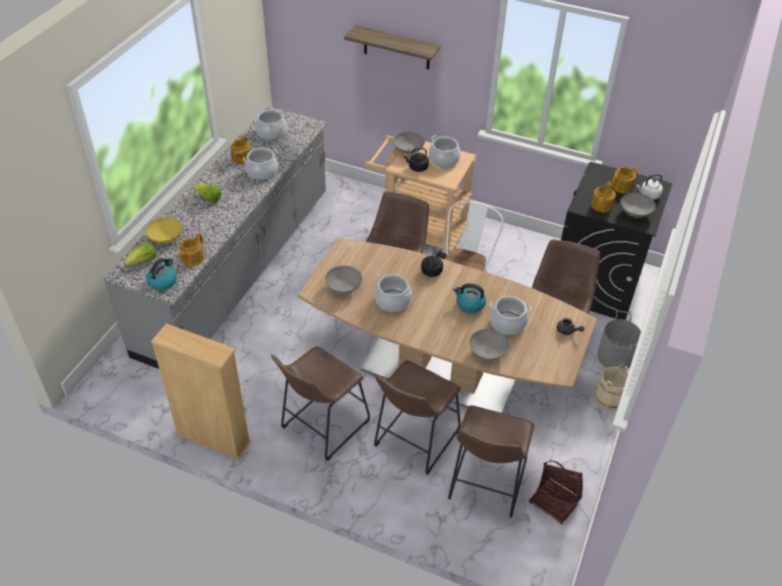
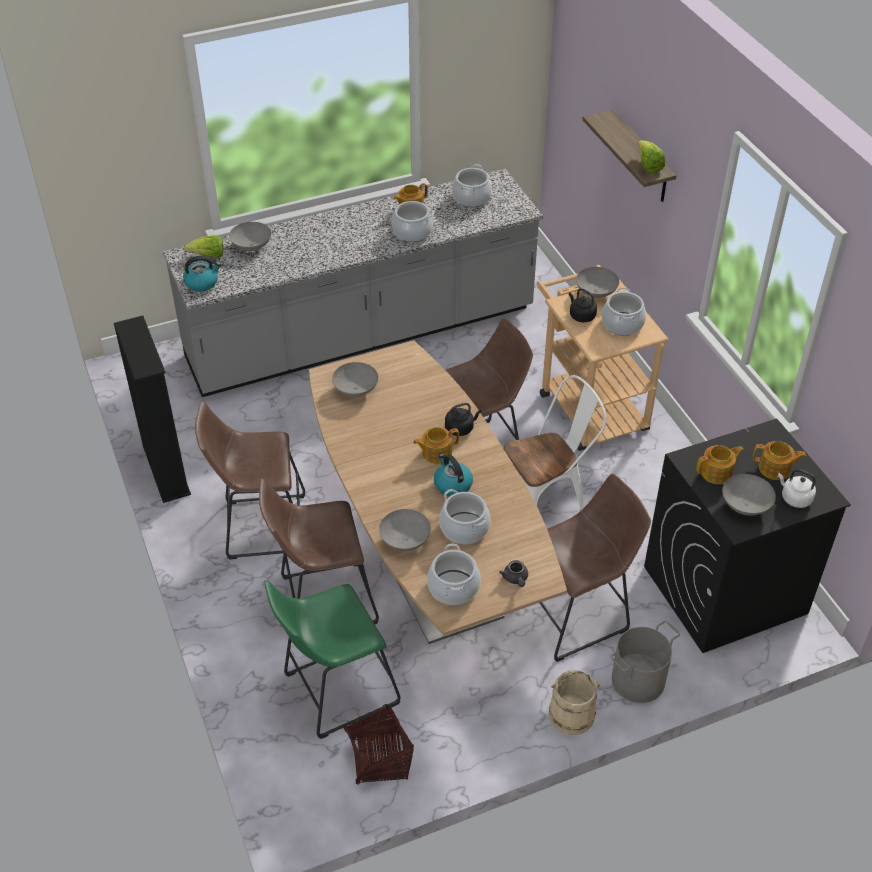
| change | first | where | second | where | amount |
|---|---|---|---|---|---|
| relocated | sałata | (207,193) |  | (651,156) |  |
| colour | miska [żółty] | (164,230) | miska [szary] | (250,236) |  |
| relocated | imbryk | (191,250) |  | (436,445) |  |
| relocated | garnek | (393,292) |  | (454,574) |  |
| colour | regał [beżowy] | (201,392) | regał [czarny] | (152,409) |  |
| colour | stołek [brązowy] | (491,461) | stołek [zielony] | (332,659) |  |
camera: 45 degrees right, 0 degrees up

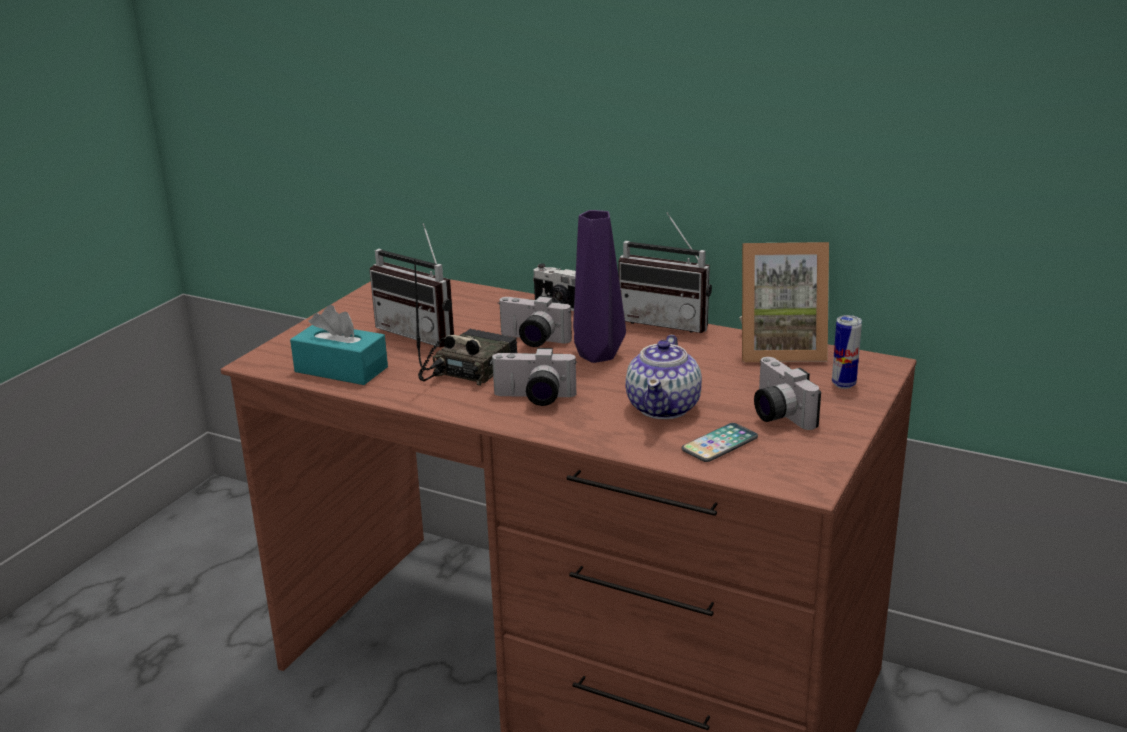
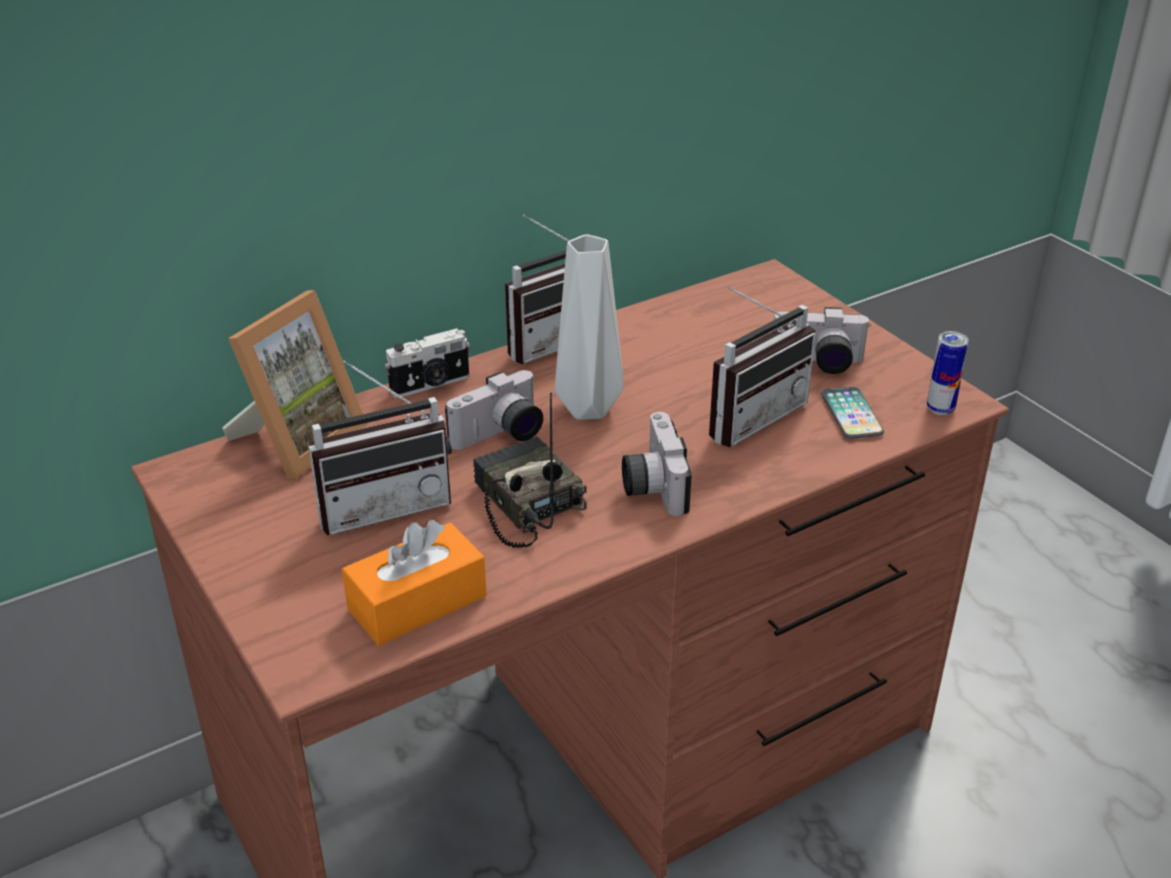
| change | first | where | second | where | amount |
|---|---|---|---|---|---|
| colour | wazon [fioletowy] | (599,286) | wazon [szary] | (589,327) |  |
| relocated | ramka na zdjęcie | (784,302) |  | (294,384) |  |
| colour | pudełko chusteczek [turkusowy] | (339,345) | pudełko chusteczek [pomarańczowy] | (414,583) |  |
| relocated | puszka | (847,352) |  | (948,373) |  |
| exchanged | imbryk | (663,377) | radio | (762,365) |  |
| spun | aparat fotograficzny | (534,377) |  | (657,464) | 135 degrees clockwise |
camera: 60 degrees left, 10 degrees up

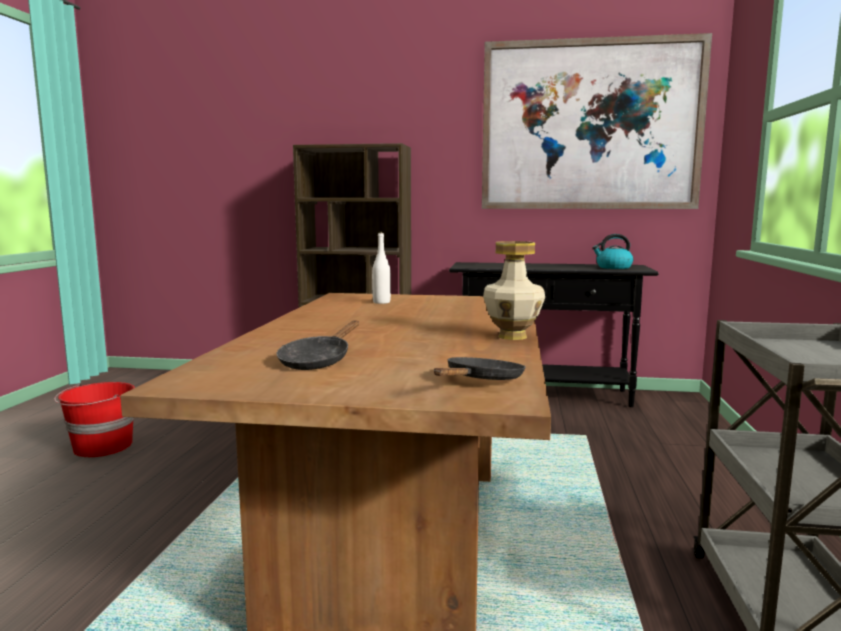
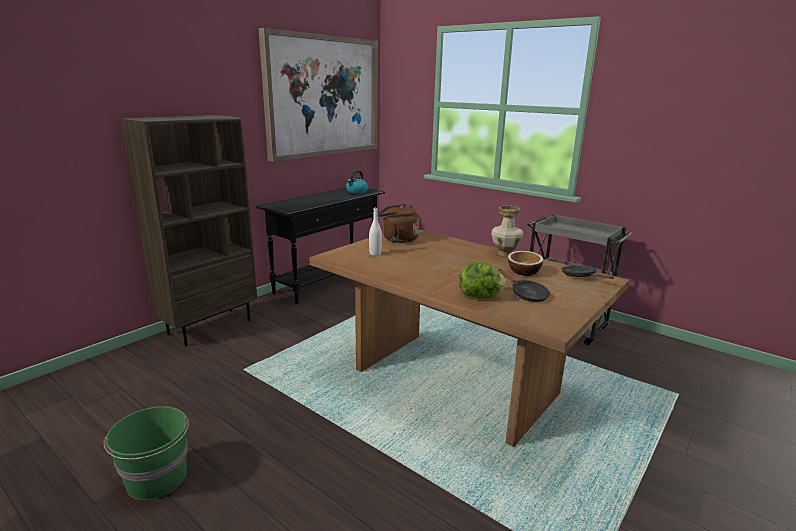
| change | first | where | second | where | amount |
|---|---|---|---|---|---|
| colour | wiadro [czerwony] | (94,419) | wiadro [zielony] | (146,453) |  |
| appeared |  |  | czajnik [brązowy] | (398,223) |  |
| appeared |  |  | miska | (525,263) |  |
| appeared |  |  | sałata | (482,280) |  |
camera: 60 degrees left, 10 degrees up

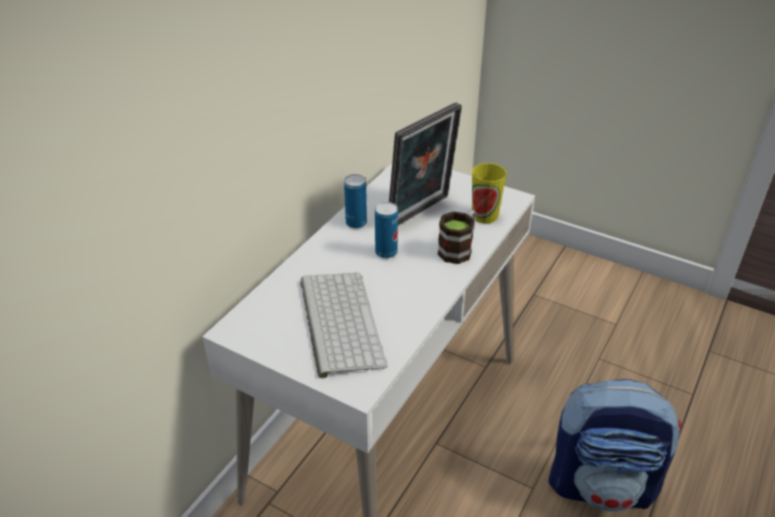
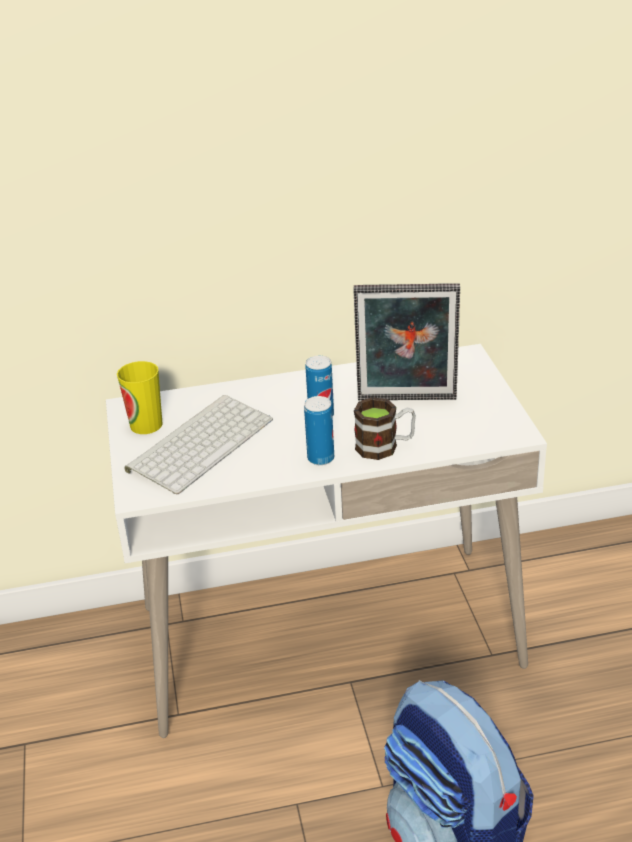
| change | first | where | second | where | amount |
|---|---|---|---|---|---|
| relocated | filiżanka | (489,193) |  | (140,397) |  |
| relocated | puszka | (355,201) |  | (319,430) |  |
camera: 50 degrees right, 5 degrees down

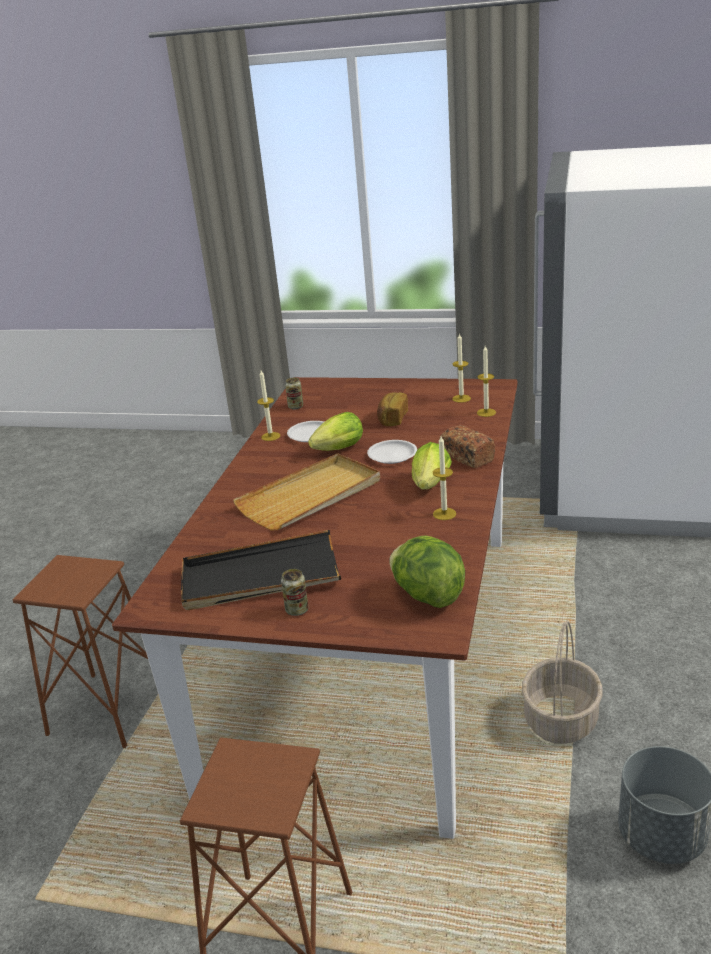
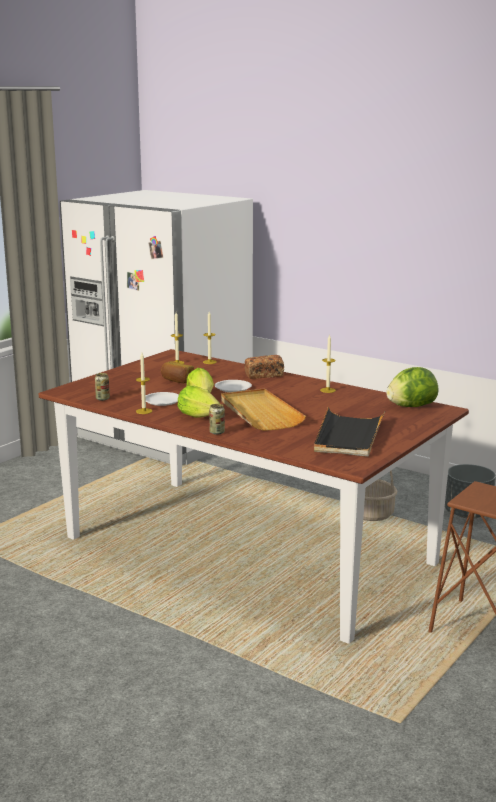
| change | first | where | second | where | amount |
|---|---|---|---|---|---|
| relocated | sałata | (432,466) |  | (199,402) |  |
| missing | stołek [brązowy] | (80,652) |  |  |  |
| relocated | puszka | (294,592) |  | (217,419) |  |
camera: 70 degrees left, 10 degrees down

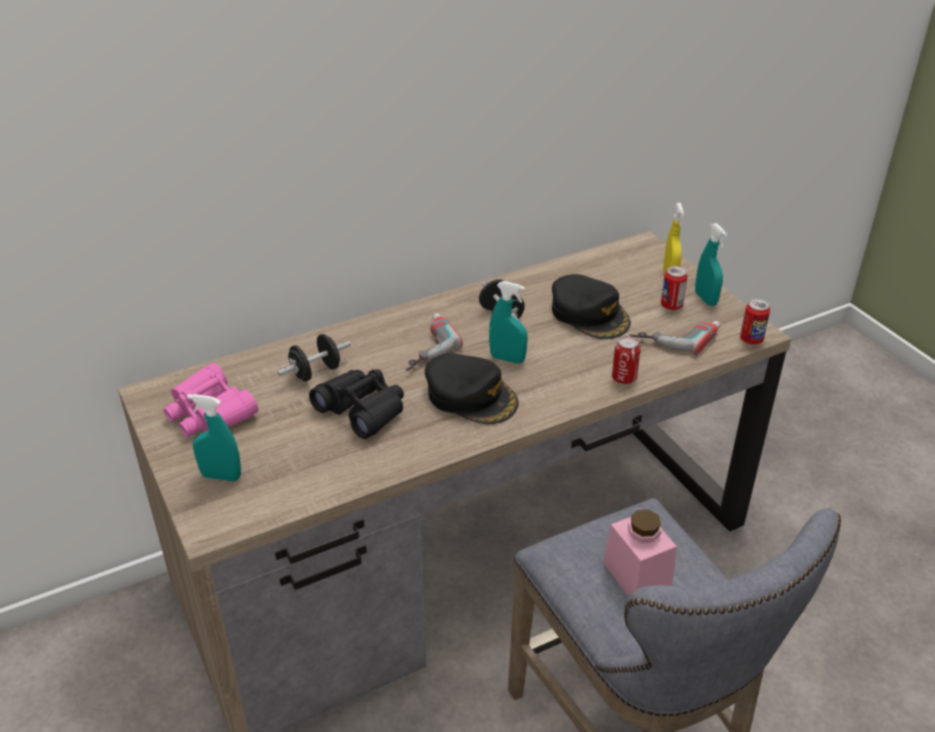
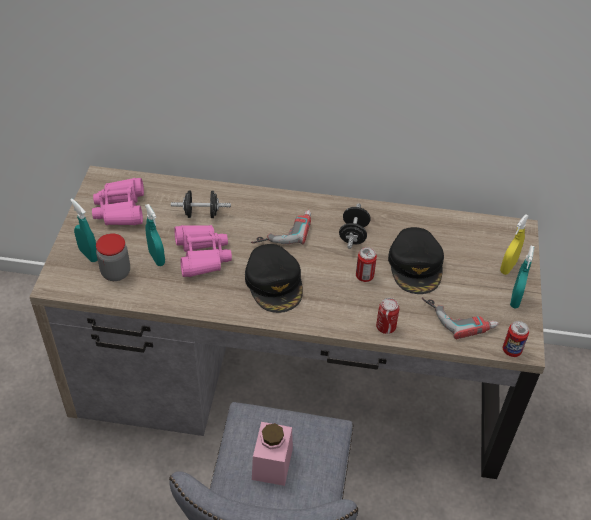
| change | first | where | second | where | amount |
|---|---|---|---|---|---|
| relocated | puszka | (674,288) |  | (366,264) |  |
| relocated | spryskiwacz [turkusowy] | (508,322) |  | (155,235) |  |
| colour | lornetka [czarny] | (356,404) | lornetka [różowy] | (203,251) |  |
| appeared |  |  | słoik | (113,257) |  |
camera: 35 degrees right, 10 degrees up

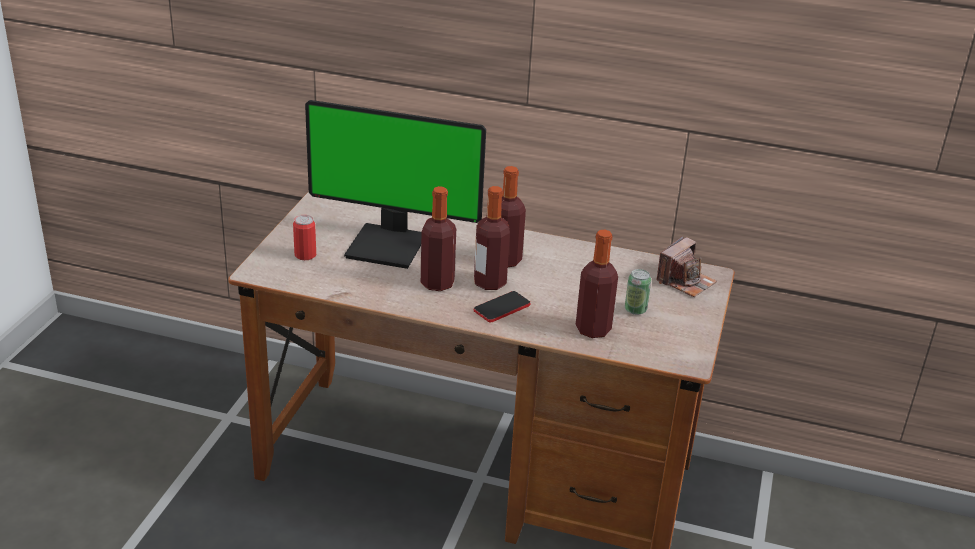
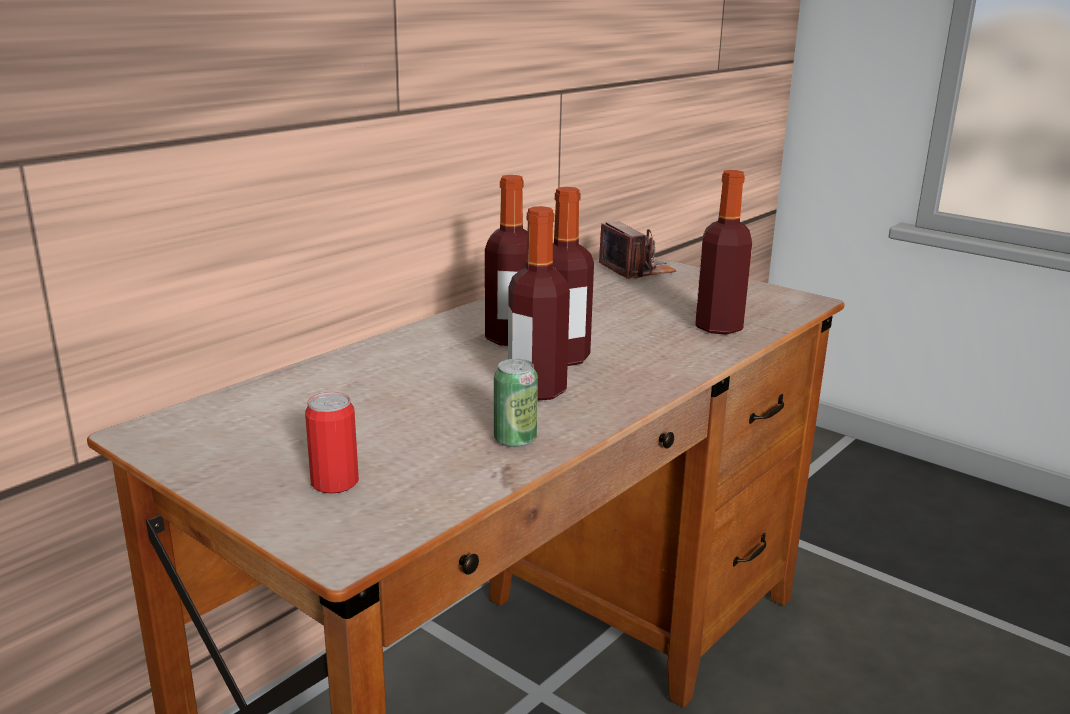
| change | first | where | second | where | amount |
|---|---|---|---|---|---|
| missing | monitor | (395,184) |  |  |  |
| relocated | puszka | (638,292) |  | (516,403) |  |
| missing | telefon | (502,307) |  |  |  |
camera: 65 degrees left, 10 degrees down

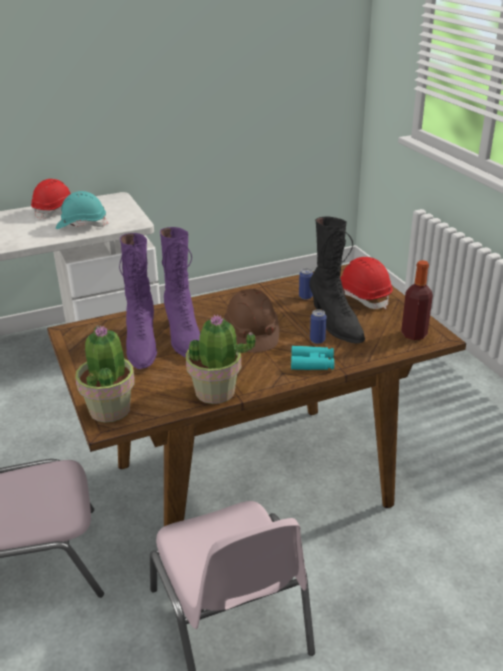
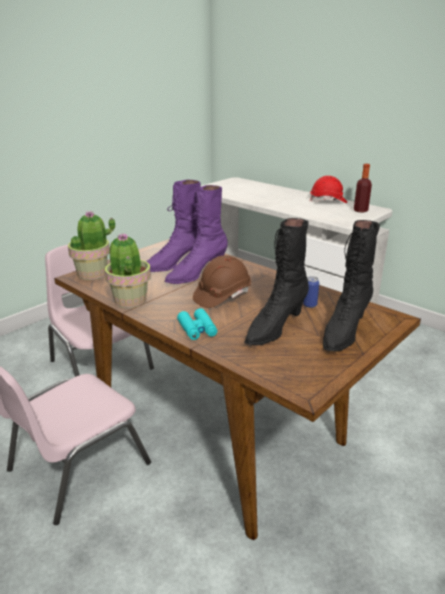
| change | first | where | second | where | amount |
|---|---|---|---|---|---|
| missing | kask [turkusowy] | (82,210) |  |  |  |
| exchanged | kask [czerwony] | (366,283) | but z cholewką [czarny] | (351,286) |  |
| relocated | butelka | (417,300) |  | (363,188) |  |
| missing | puszka | (318,327) |  |  |  |
camera: 65 degrees right, 5 degrees down

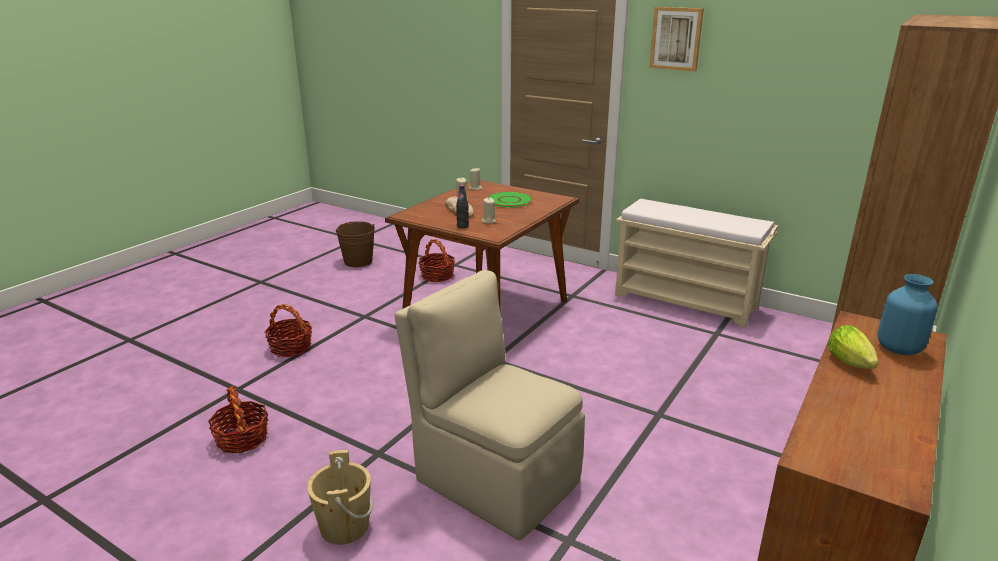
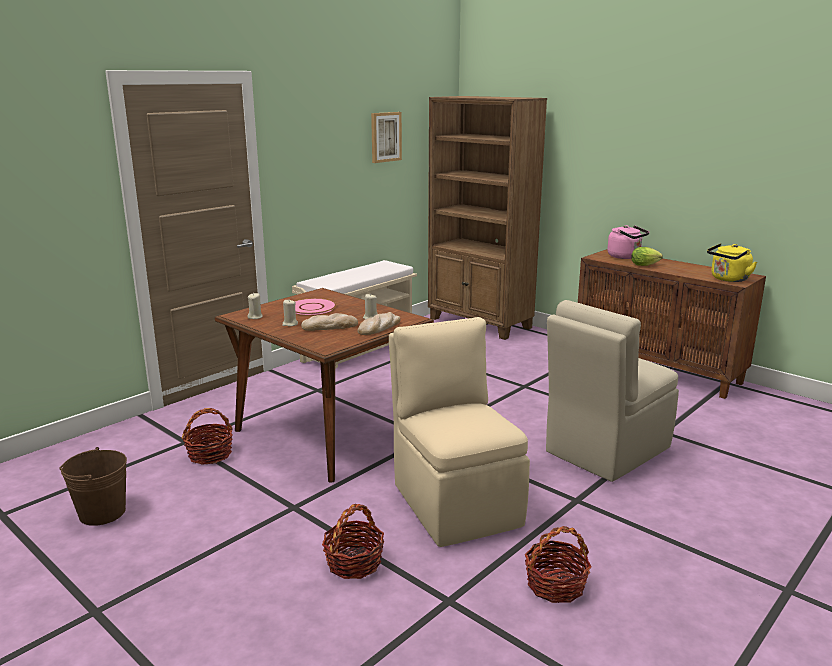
| change | first | where | second | where | amount |
|---|---|---|---|---|---|
| relocated | obraz | (676,39) |  | (386,137) |  |
| exchanged | butelka [czarny] | (462,206) | chleb | (379,323) |  |
| colour | talerz [zielony] | (510,199) | talerz [różowy] | (315,306) |  |
| exchanged | wazon [niebieski] | (908,314) | czajnik [różowy] | (628,242) |  |
| missing | wiadro [beżowy] | (340,497) |  |  |  |
| appeared |  |  | czajnik [żółty] | (732,262) |  |
| appeared |  |  | krzesło [beżowy] | (459,432) |  |
camera: 80 degrees left, 5 degrees down

